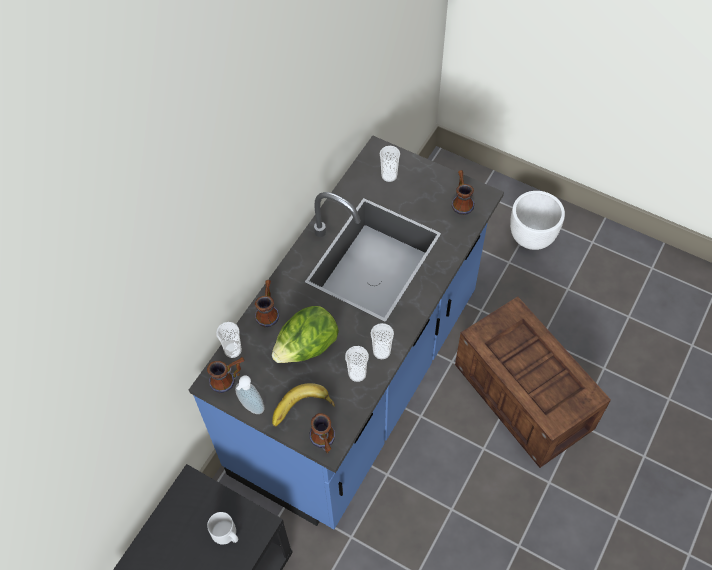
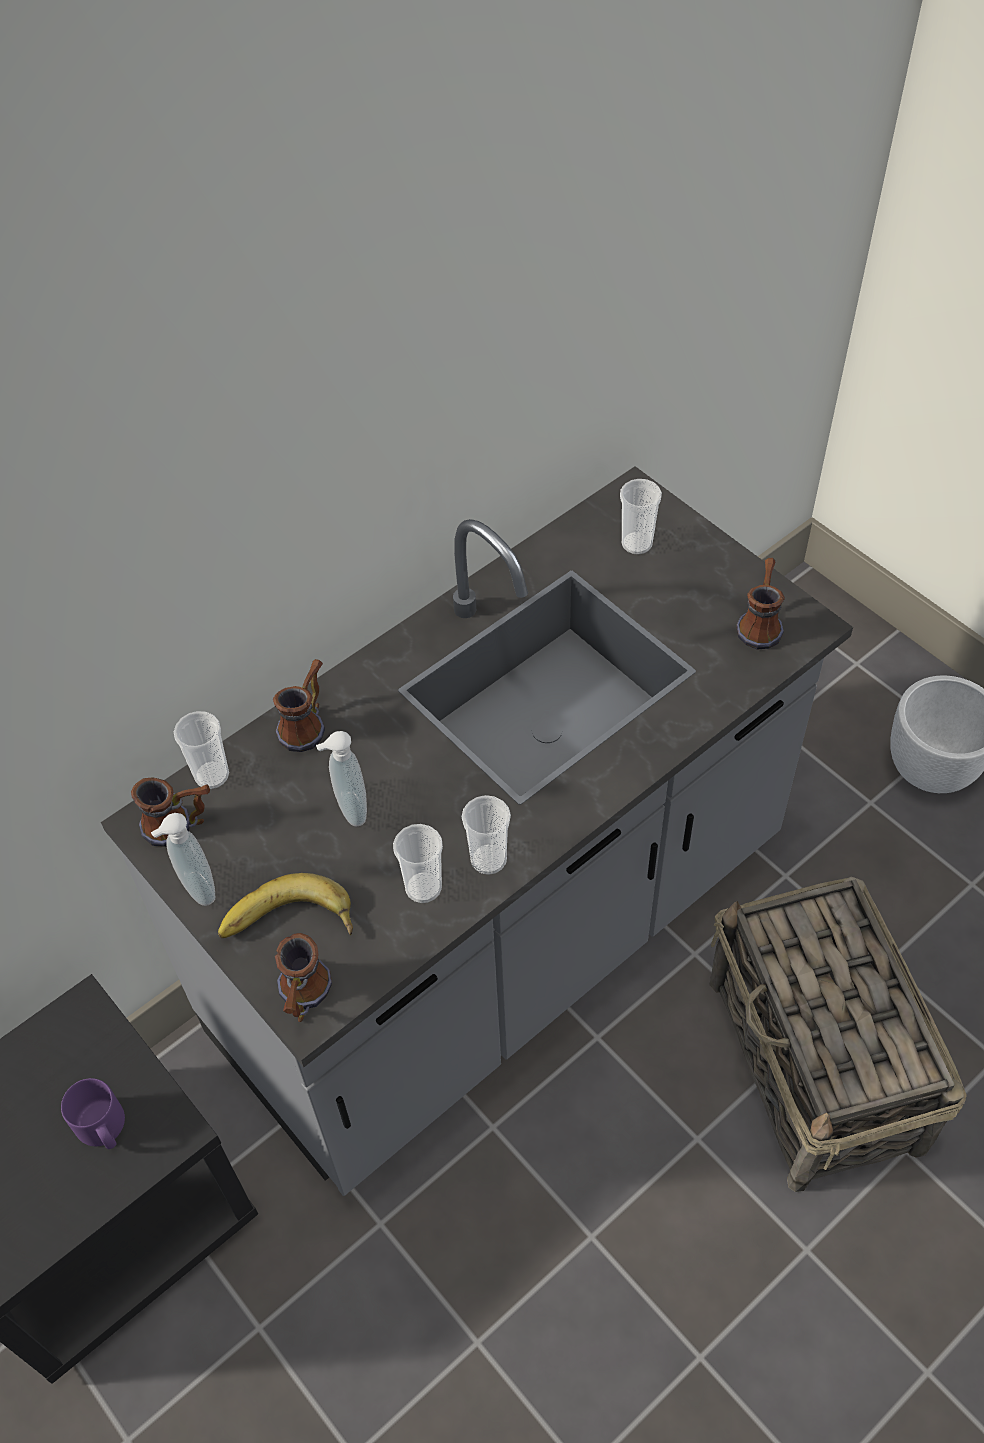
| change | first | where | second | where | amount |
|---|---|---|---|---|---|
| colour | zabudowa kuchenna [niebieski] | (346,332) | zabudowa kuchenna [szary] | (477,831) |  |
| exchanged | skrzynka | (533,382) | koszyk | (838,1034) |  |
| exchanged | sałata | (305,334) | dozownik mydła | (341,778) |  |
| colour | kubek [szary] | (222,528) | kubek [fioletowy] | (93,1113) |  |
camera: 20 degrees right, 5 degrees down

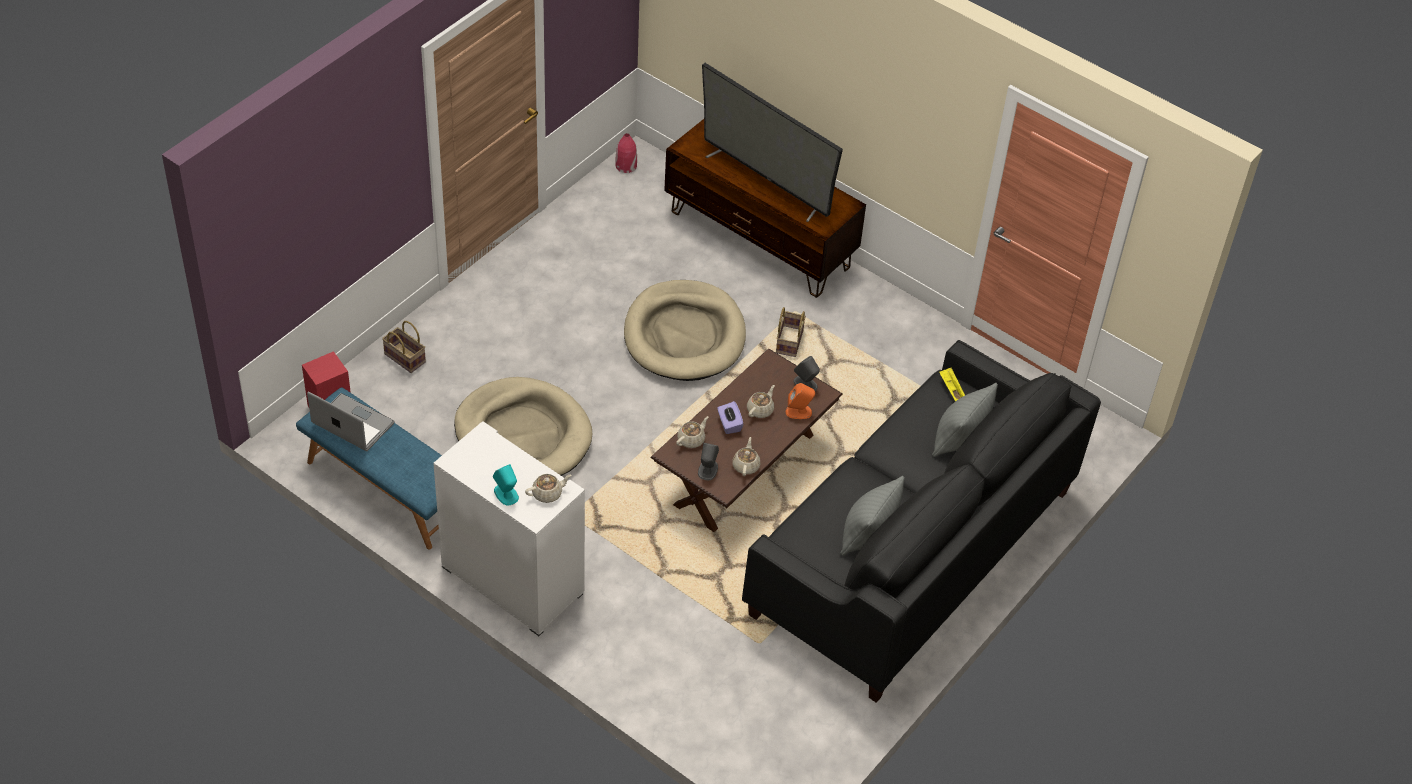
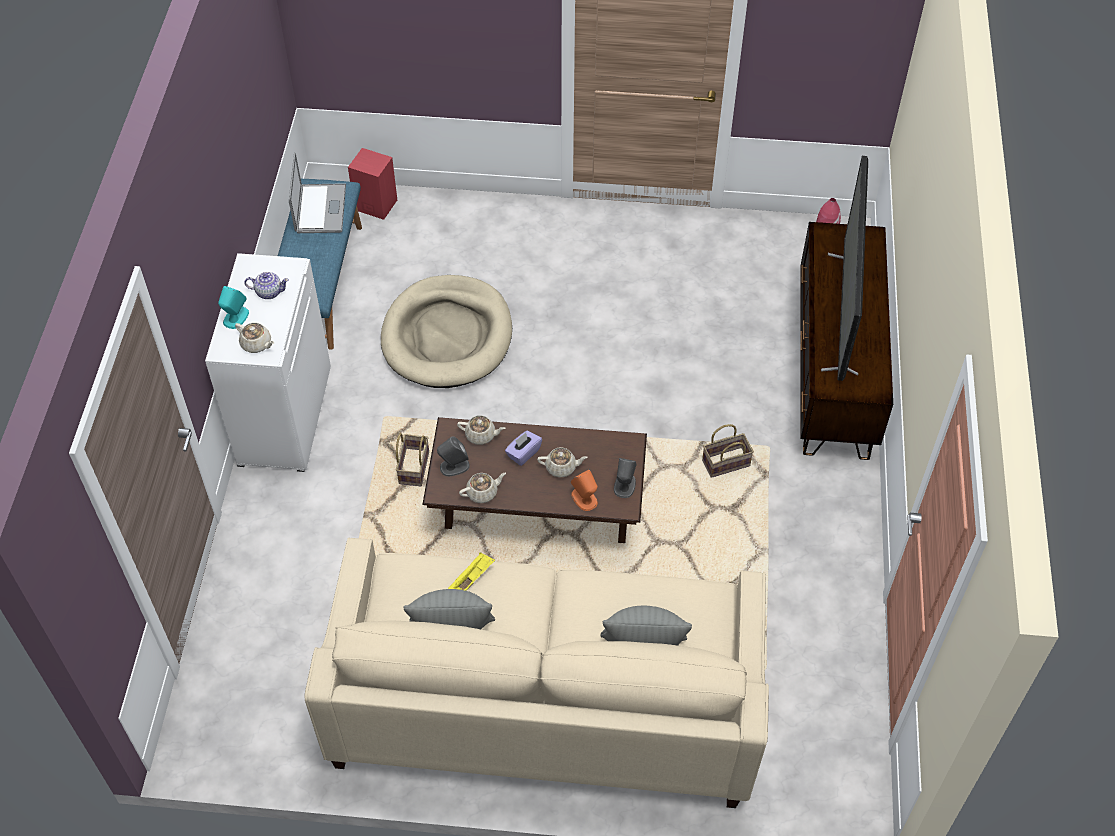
| change | first | where | second | where | amount |
|---|---|---|---|---|---|
| missing | legowisko [beżowy] | (685,330) |  |  |  |
| relocated | koszyk | (404,347) |  | (412,459) |  |
| colour | kanapa [czarny] | (921,521) | kanapa [beżowy] | (536,673) |  |
| relocated | taca [żółty] | (952,384) |  | (471,572) |  |
| appeared |  |  | imbryk | (266,285) |  |
camera: 60 degrees right, 5 degrees up

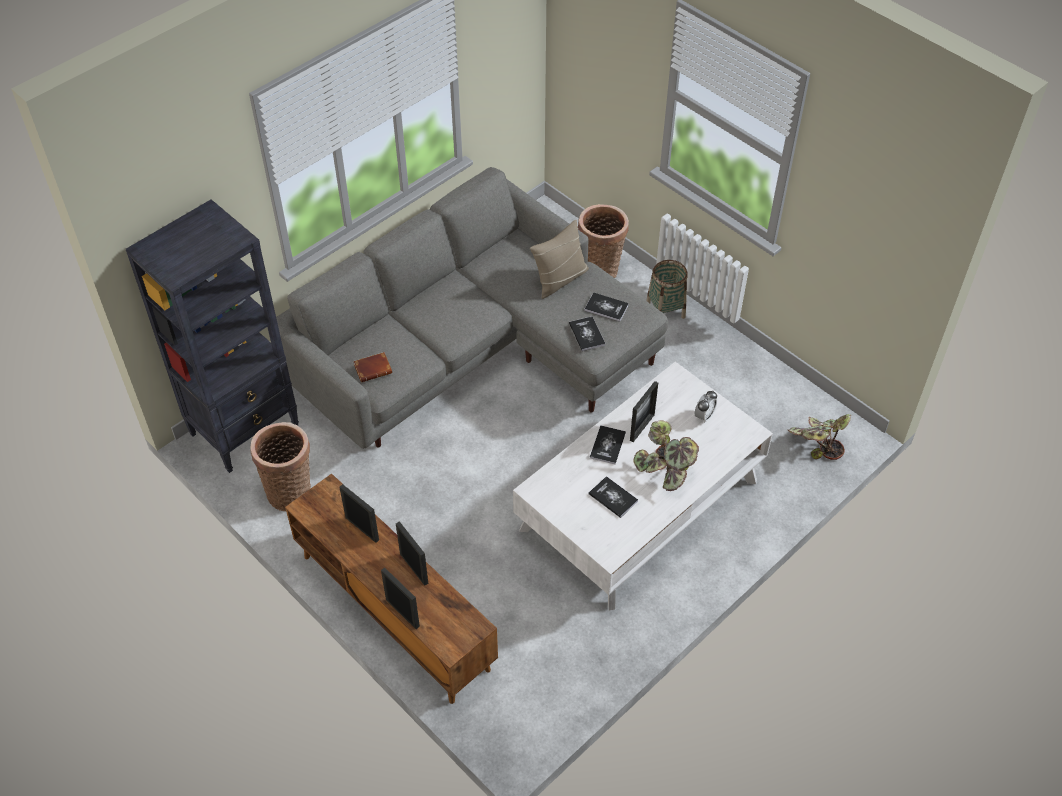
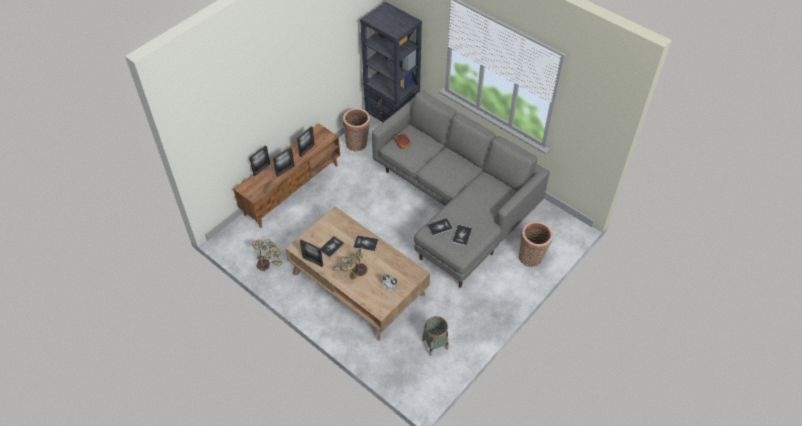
| change | first | where | second | where | amount |
|---|---|---|---|---|---|
| missing | poduszka [beżowy] | (559,259) |  |  |  |
| relocated | koszyk | (667,289) |  | (435,336) |  |
| colour | ława [biały] | (643,486) | ława [brązowy] | (357,273) |  |
| relocated | ramka na zdjęcie | (644,411) |  | (311,253) |  |
| relocated | roślina doniczkowa | (820,437) |  | (267,255) |  |
camera: 85 degrees right, 0 degrees up

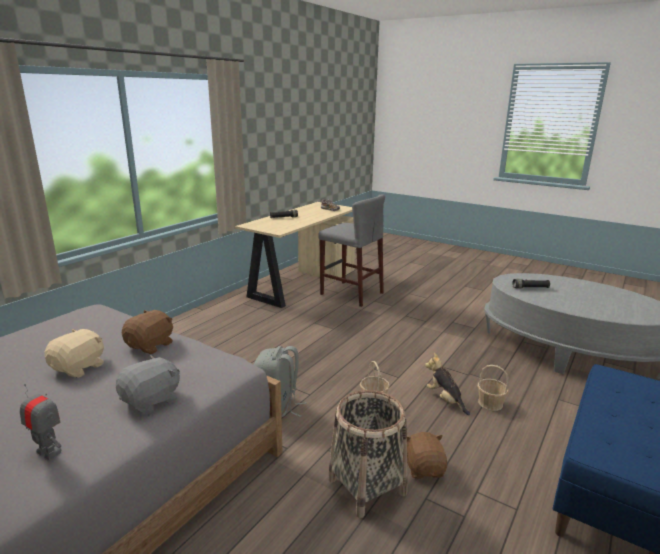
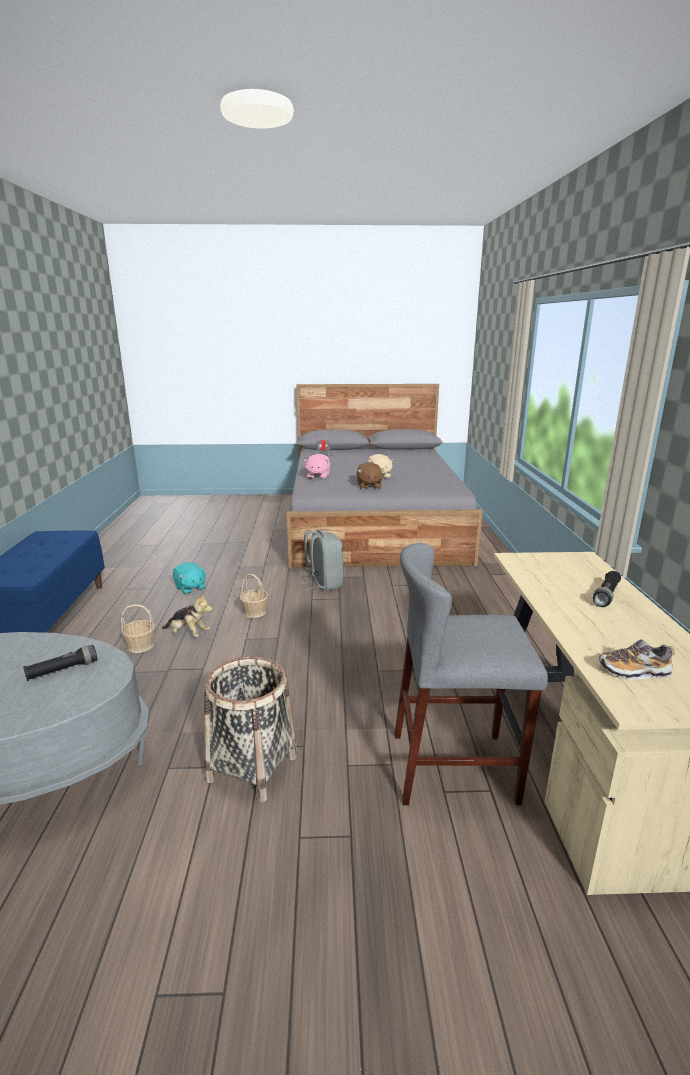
| change | first | where | second | where | amount |
|---|---|---|---|---|---|
| colour | pluszak [szary] | (148,384) | pluszak [różowy] | (317,466) |  |
| relocated | koszyk | (368,454) |  | (250,729) |  |
| colour | pluszak [brązowy] | (427,455) | pluszak [turkusowy] | (190,578) |  |
camera: 145 degrees right, 0 degrees up

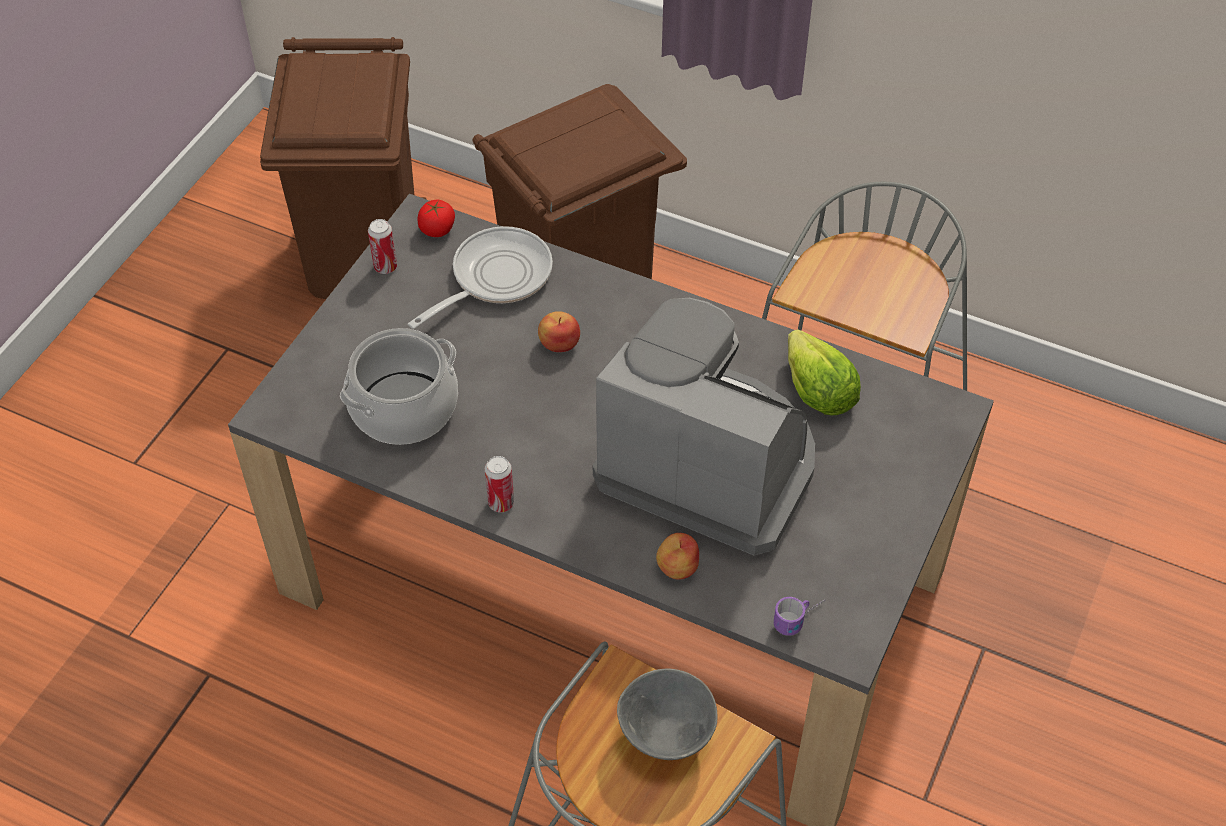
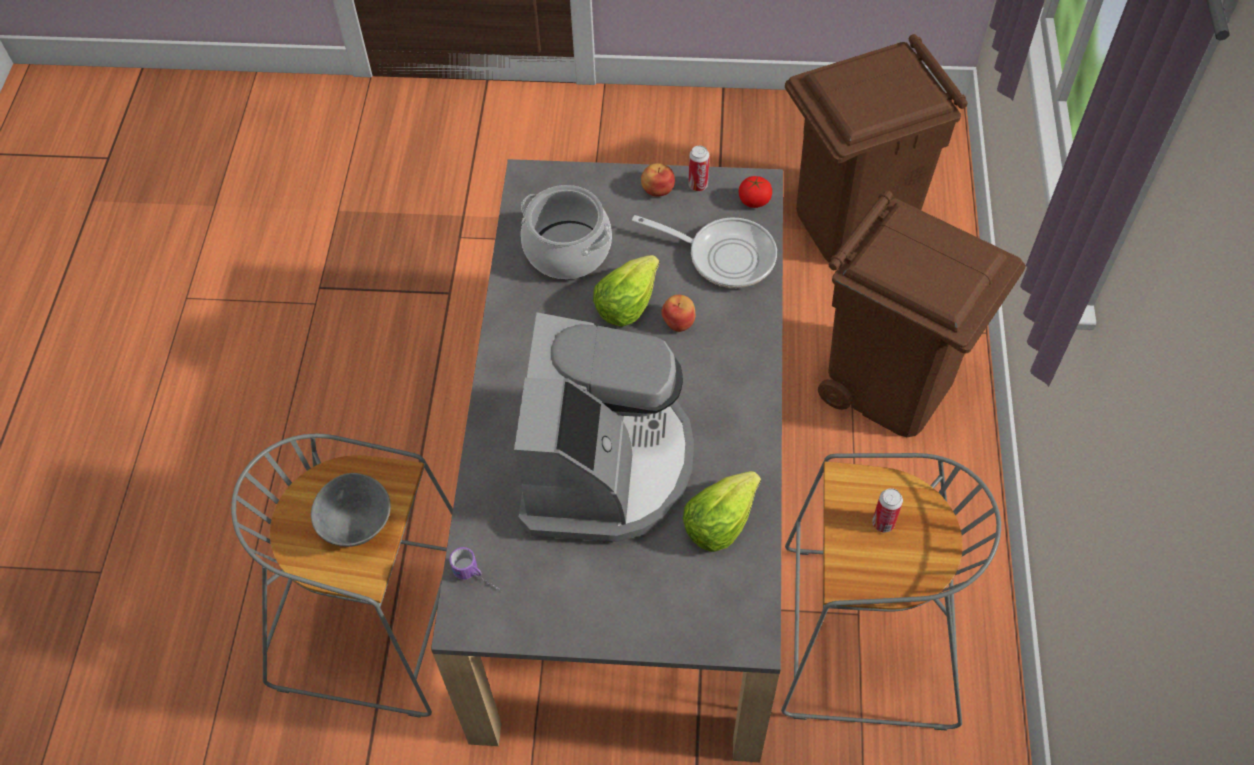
| change | first | where | second | where | amount |
|---|---|---|---|---|---|
| relocated | puszka | (499,484) |  | (887,510) |  |
| relocated | jabłko | (677,556) |  | (658,180) |  |
| appeared |  |  | sałata | (626,291) |  |
camera: 70 degrees right, 5 degrees up

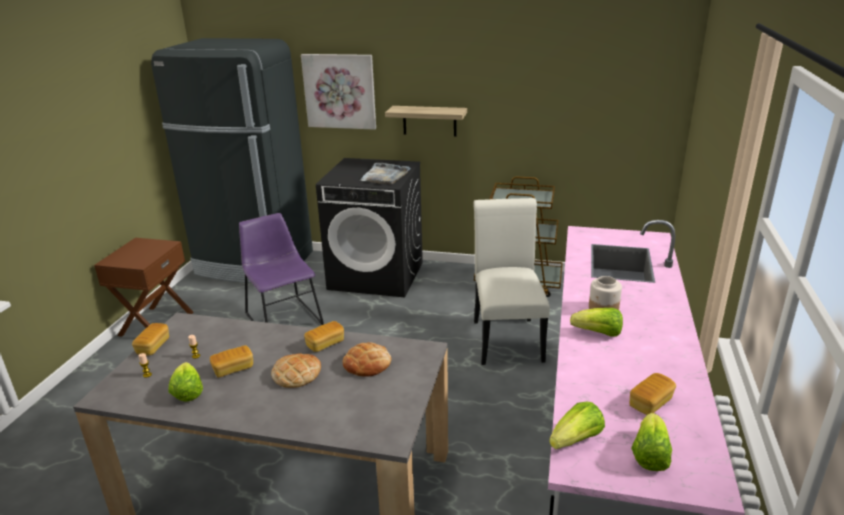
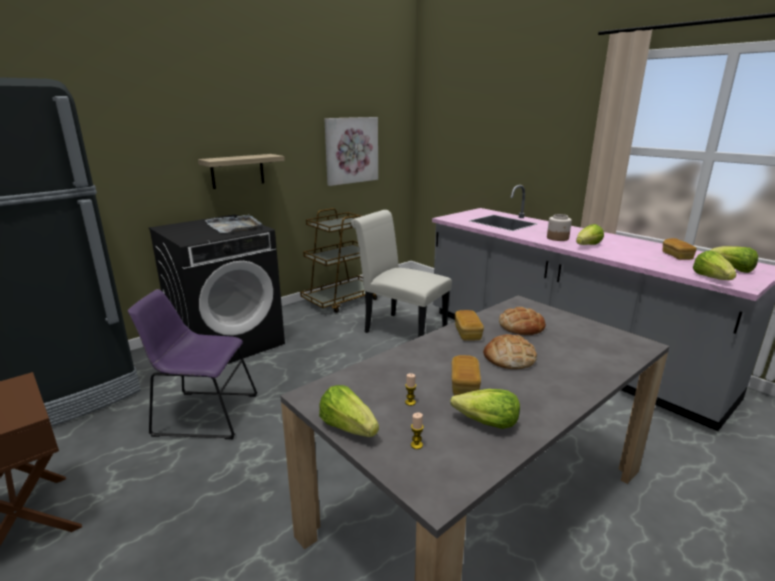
| change | first | where | second | where | amount |
|---|---|---|---|---|---|
| relocated | obraz | (338,92) |  | (351,151) |  |
| exchanged | chleb | (150,339) | sałata | (349,411) |  |
camera: 55 degrees left, 5 degrees down

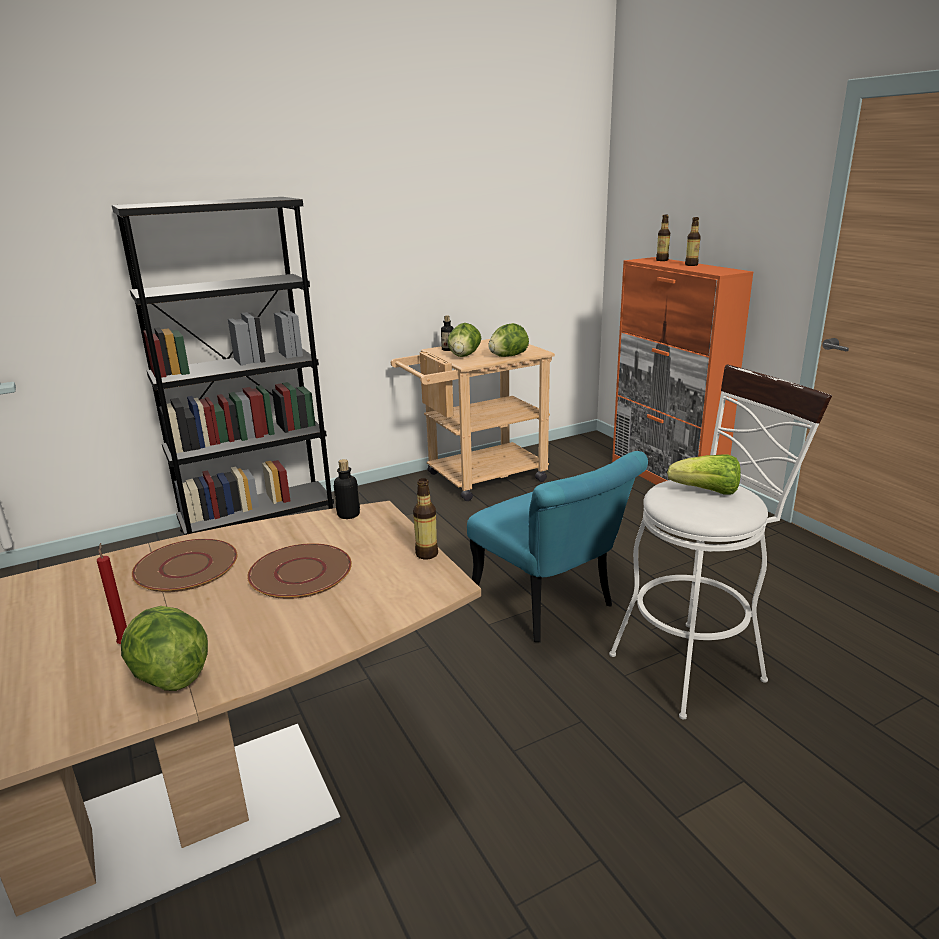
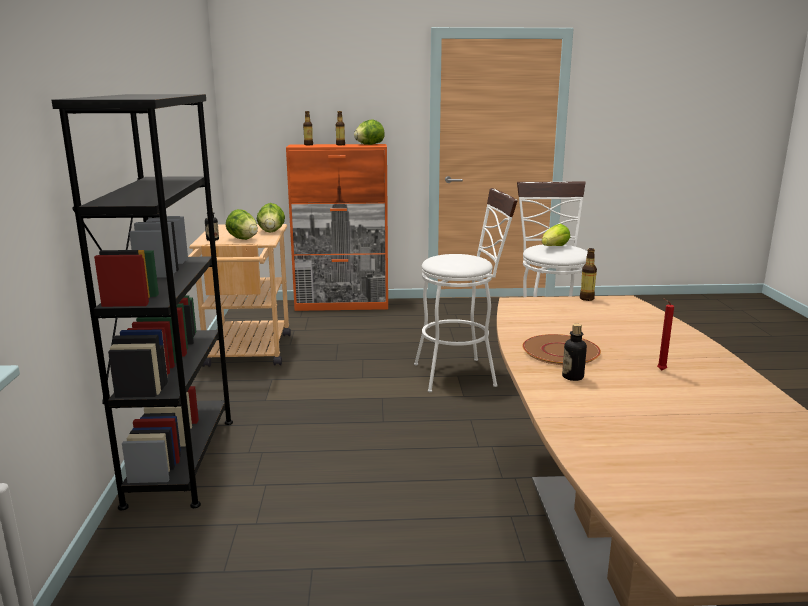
| change | first | where | second | where | amount |
|---|---|---|---|---|---|
| exchanged | krzesło [turkusowy] | (557,546) | stołek [biały] | (466,290) |  |
| relocated | butelka | (347,489) |  | (574,352) |  |
| missing | talerz [brązowy] | (299,571) |  |  |  |
| relocated | sałata | (164,648) |  | (369,132) |  |
camera: 65 degrees left, 5 degrees down

